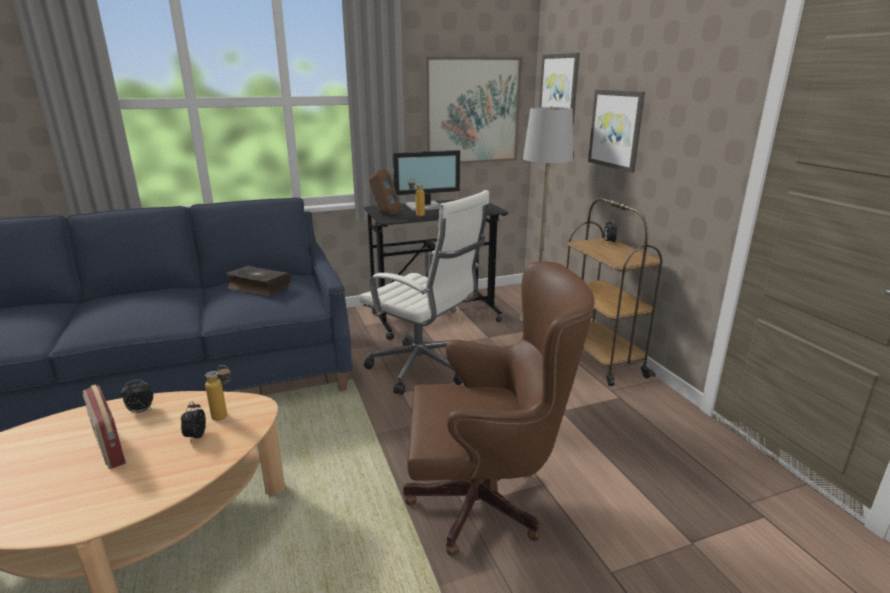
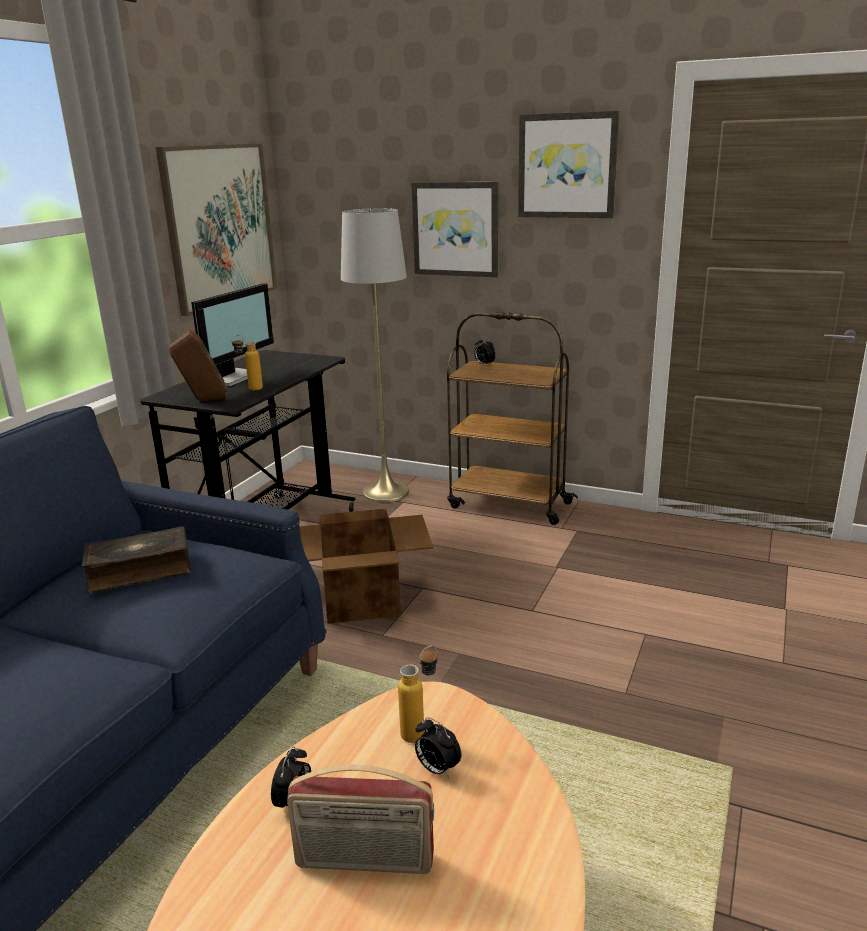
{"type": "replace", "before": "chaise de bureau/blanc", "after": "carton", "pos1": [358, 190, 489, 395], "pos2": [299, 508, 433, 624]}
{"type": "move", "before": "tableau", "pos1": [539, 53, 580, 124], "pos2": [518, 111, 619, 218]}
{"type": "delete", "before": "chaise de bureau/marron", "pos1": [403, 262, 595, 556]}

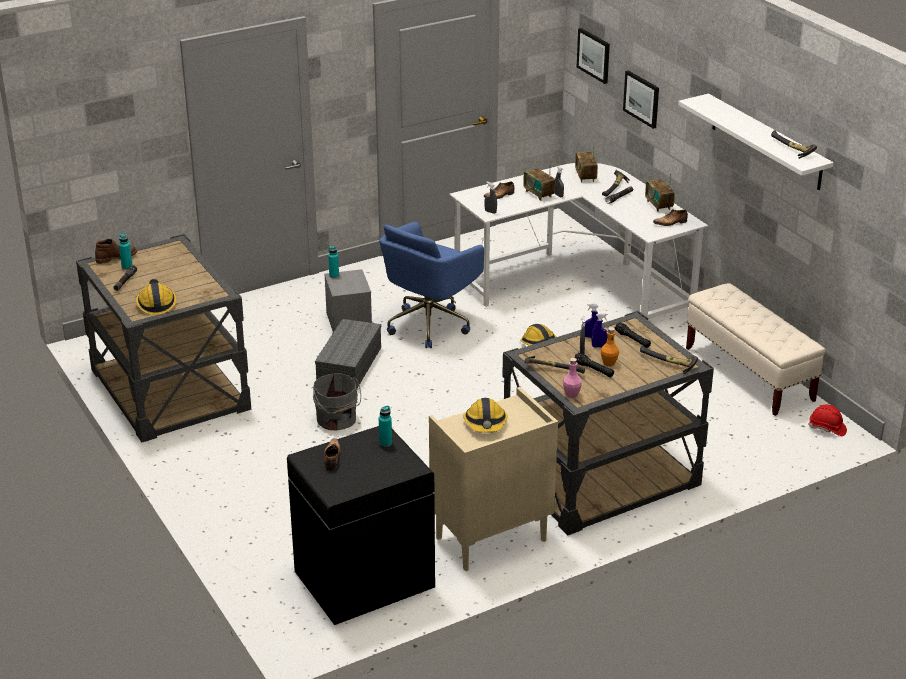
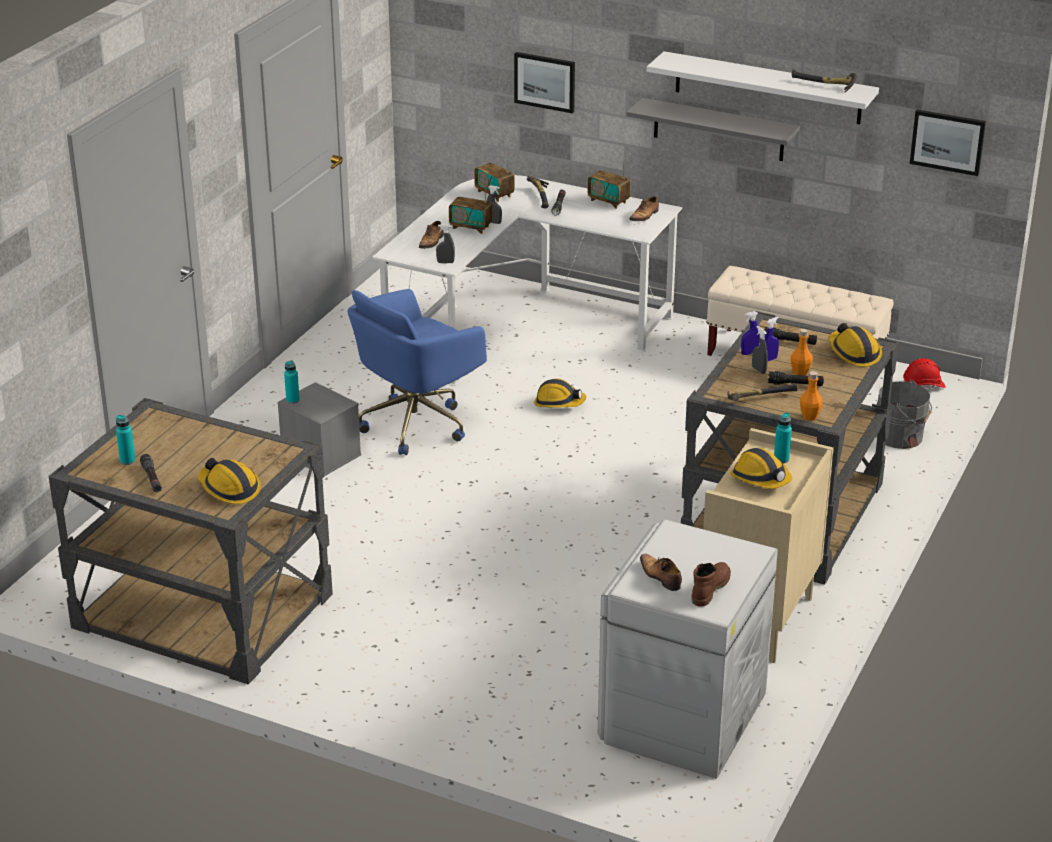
{"type": "rotate", "before": "chaise de bureau/bleu", "pos1": [379, 222, 484, 348], "pos2": [348, 289, 487, 455], "turn": 45}
{"type": "recolor", "before": "lave-linge/noir", "after": "lave-linge/blanc", "pos1": [287, 426, 435, 625], "pos2": [598, 520, 778, 779]}
{"type": "insert", "after": "étagère/gris", "pos2": [626, 98, 800, 161]}
{"type": "move", "before": "botte/marron", "pos1": [95, 239, 137, 264], "pos2": [691, 562, 731, 607]}
{"type": "move", "before": "bouteille/turquoise", "pos1": [379, 406, 392, 447], "pos2": [774, 413, 792, 463]}
{"type": "recolor", "before": "bouteille/rose", "after": "bouteille/orange", "pos1": [563, 358, 582, 398], "pos2": [800, 371, 822, 420]}
{"type": "replace", "before": "marteau", "after": "casque de chantier", "pos1": [640, 345, 698, 374], "pos2": [829, 323, 882, 367]}
{"type": "move", "before": "seau/gris", "pos1": [313, 373, 361, 430], "pos2": [876, 380, 932, 449]}
{"type": "move", "before": "tableau", "pos1": [577, 28, 610, 84], "pos2": [910, 109, 986, 176]}
{"type": "delete", "before": "boîte de rangement/gris", "pos1": [315, 319, 381, 388]}

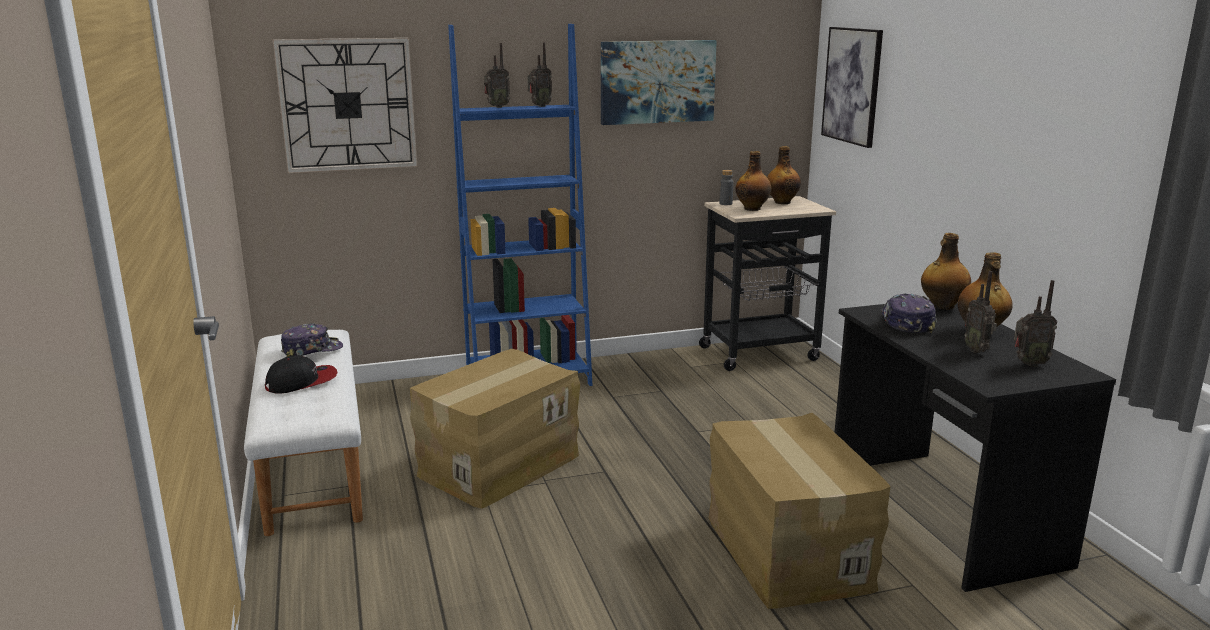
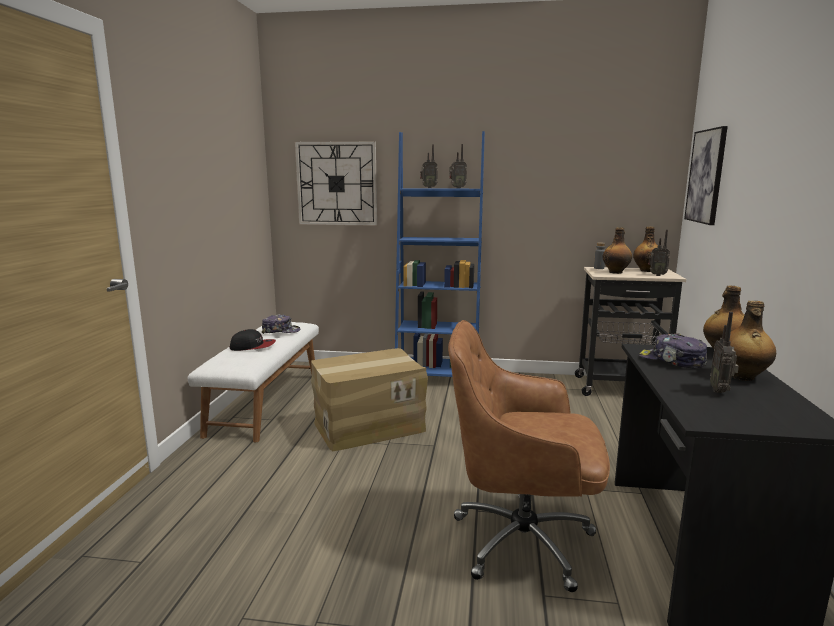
{"type": "replace", "before": "carton", "after": "chaise de bureau/marron", "pos1": [708, 413, 891, 609], "pos2": [448, 320, 610, 592]}
{"type": "rotate", "before": "casquette", "pos1": [882, 294, 937, 334], "pos2": [639, 333, 707, 368], "turn": -75}
{"type": "move", "before": "radio", "pos1": [1014, 280, 1057, 367], "pos2": [648, 230, 670, 276]}
{"type": "delete", "before": "tableau", "pos1": [601, 40, 717, 125]}

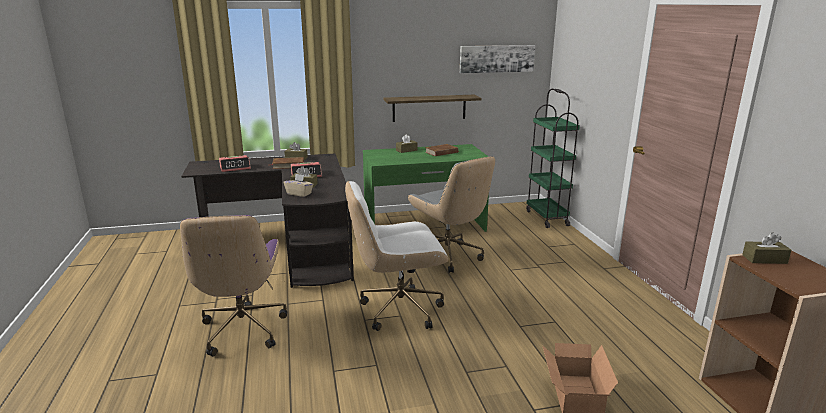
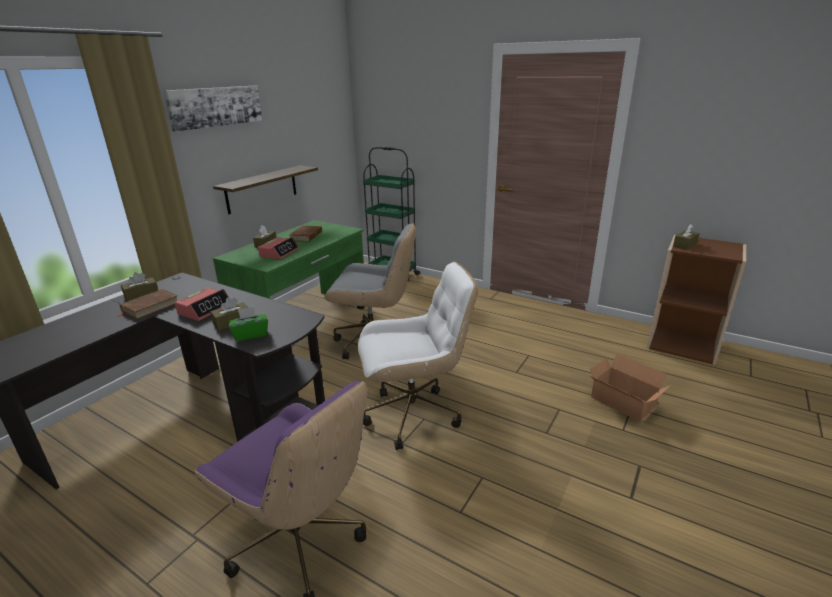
{"type": "move", "before": "tableau", "pos1": [460, 45, 535, 73], "pos2": [164, 86, 262, 132]}
{"type": "recolor", "before": "boîte à mouchoirs/beige", "after": "boîte à mouchoirs/vert", "pos1": [284, 173, 314, 197], "pos2": [229, 307, 268, 341]}
{"type": "move", "before": "réveil", "pos1": [219, 155, 251, 172], "pos2": [258, 237, 299, 259]}
{"type": "rotate", "before": "chaise de bureau/blanc", "pos1": [345, 181, 449, 331], "pos2": [358, 262, 478, 450], "turn": -135}

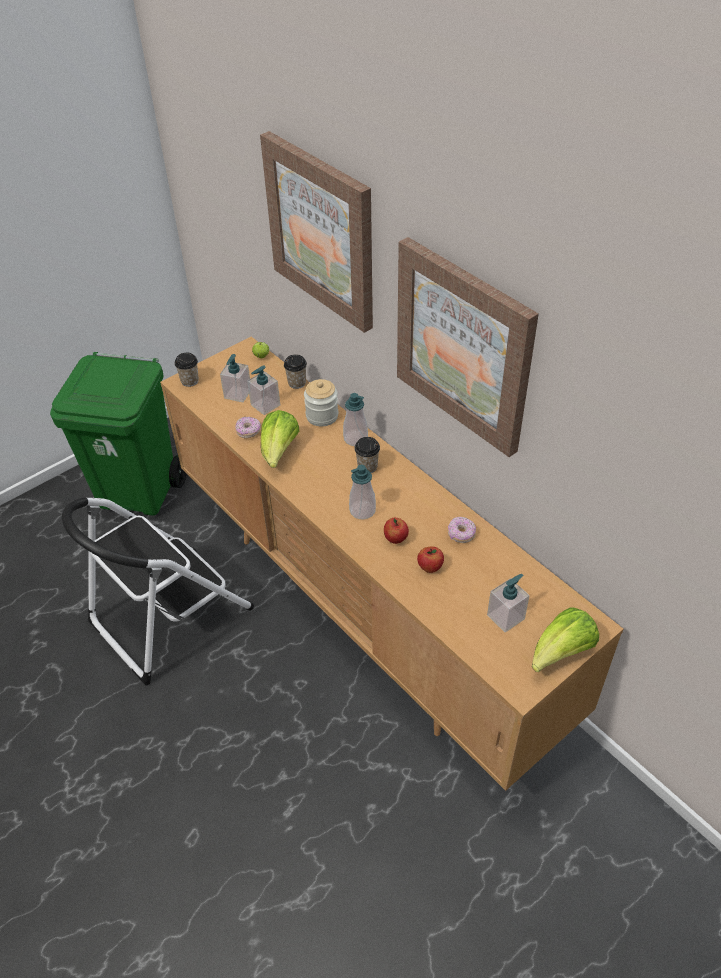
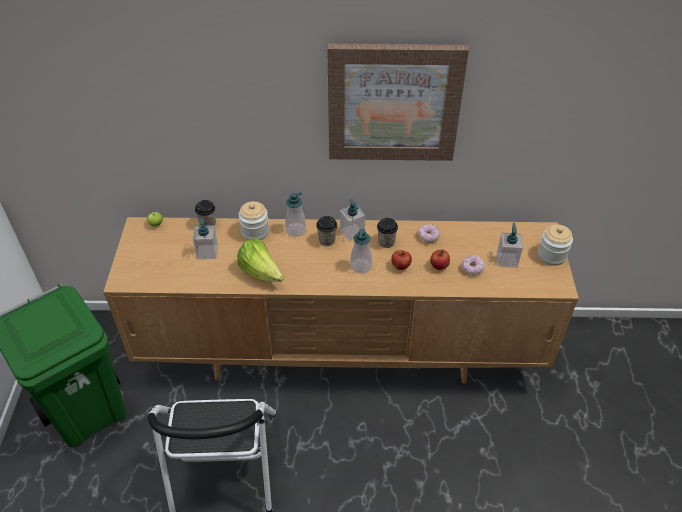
{"type": "move", "before": "distributeur de savon", "pos1": [220, 354, 250, 403], "pos2": [340, 199, 365, 241]}
{"type": "move", "before": "tasse", "pos1": [174, 353, 199, 387], "pos2": [377, 218, 398, 248]}
{"type": "move", "before": "beignet", "pos1": [235, 417, 261, 438], "pos2": [462, 255, 484, 276]}
{"type": "replace", "before": "laitue", "after": "bocal", "pos1": [532, 607, 599, 672], "pos2": [538, 224, 573, 266]}
{"type": "delete", "before": "tableau", "pos1": [260, 131, 373, 333]}

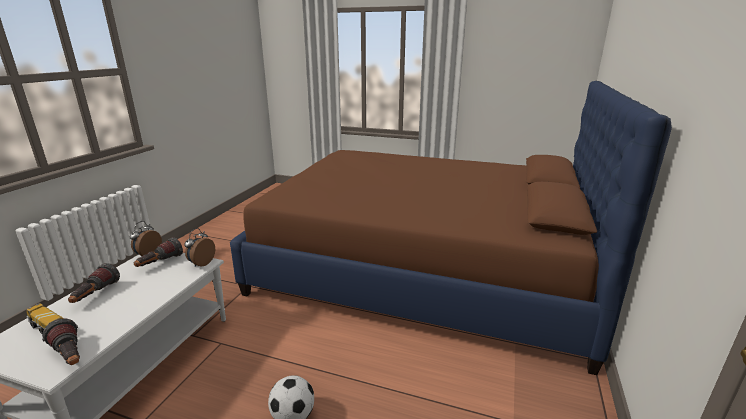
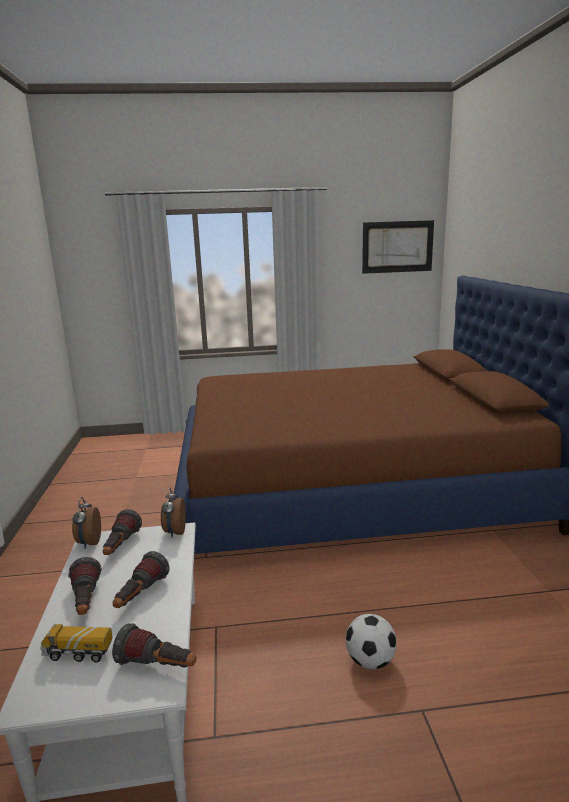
{"type": "insert", "after": "lampe de poche", "pos2": [113, 551, 170, 608]}
{"type": "insert", "after": "tableau", "pos2": [362, 220, 434, 274]}

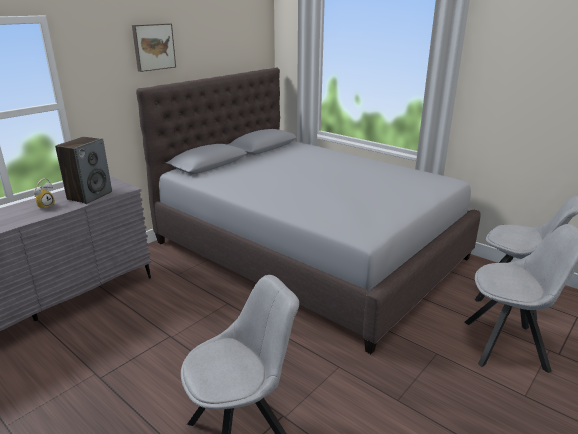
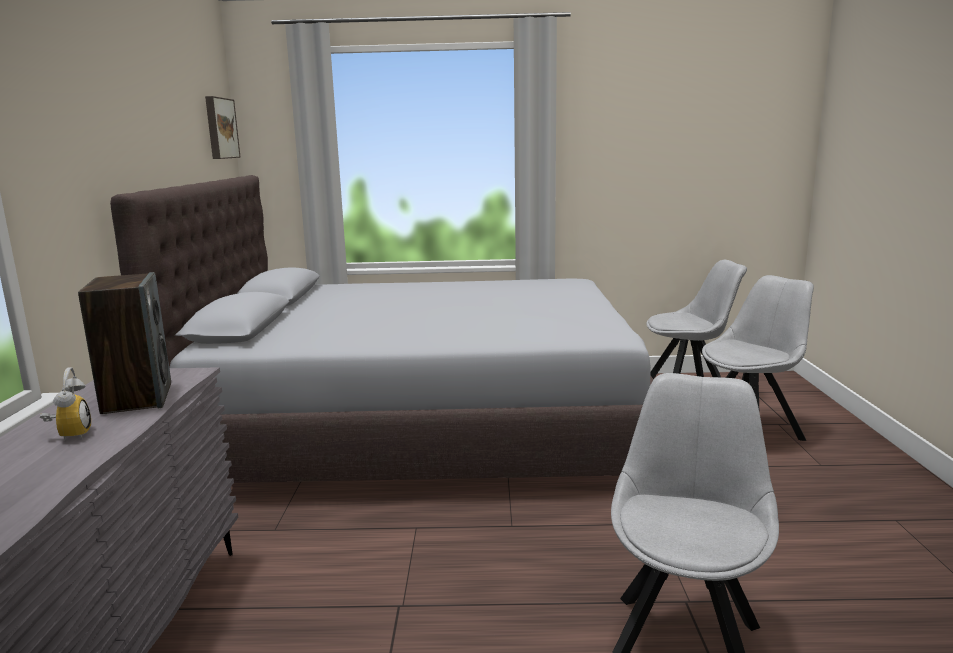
{"type": "move", "before": "tableau", "pos1": [132, 23, 176, 72], "pos2": [205, 96, 241, 159]}

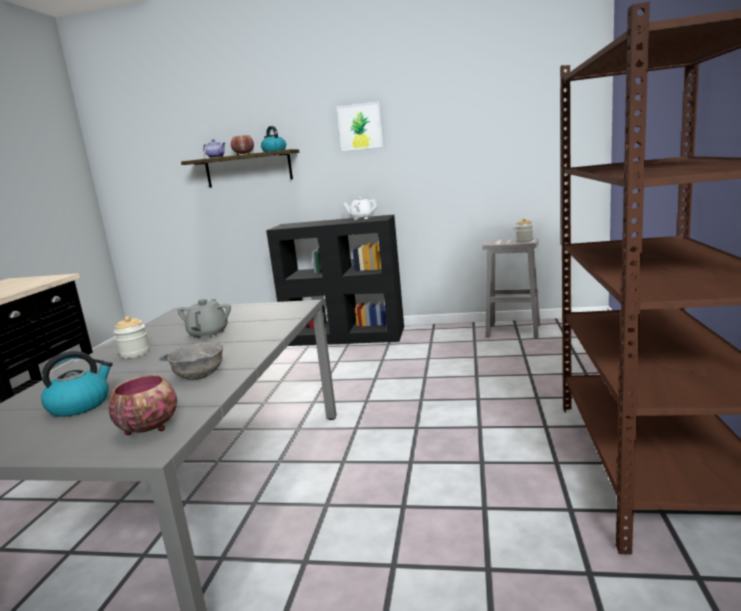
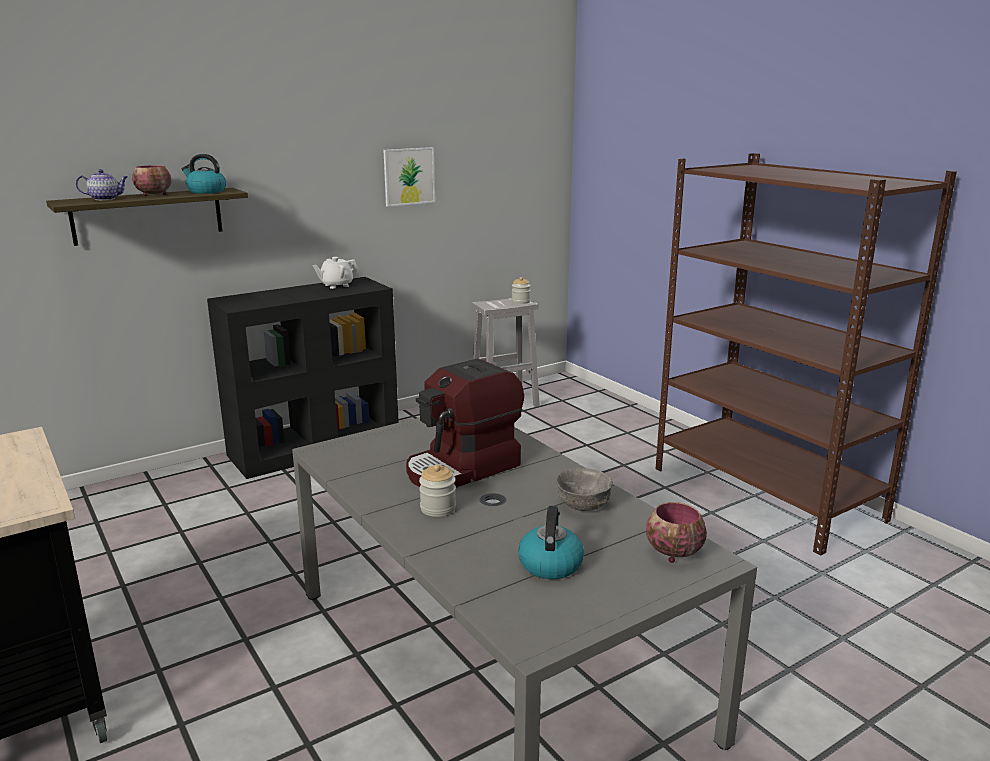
{"type": "move", "before": "tableau", "pos1": [337, 102, 384, 151], "pos2": [383, 147, 435, 207]}
{"type": "replace", "before": "théière/gris", "after": "machine à café", "pos1": [177, 299, 231, 340], "pos2": [406, 359, 524, 488]}

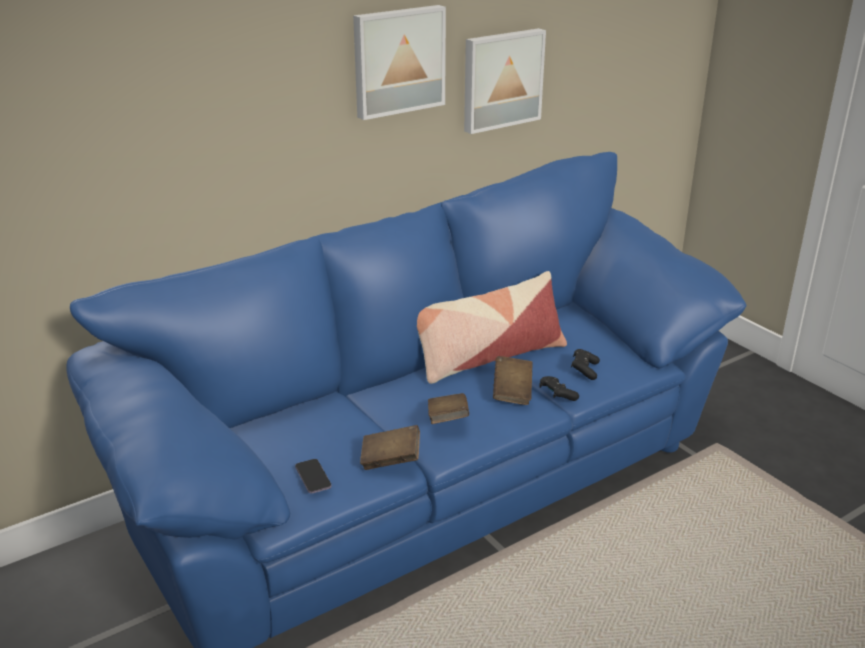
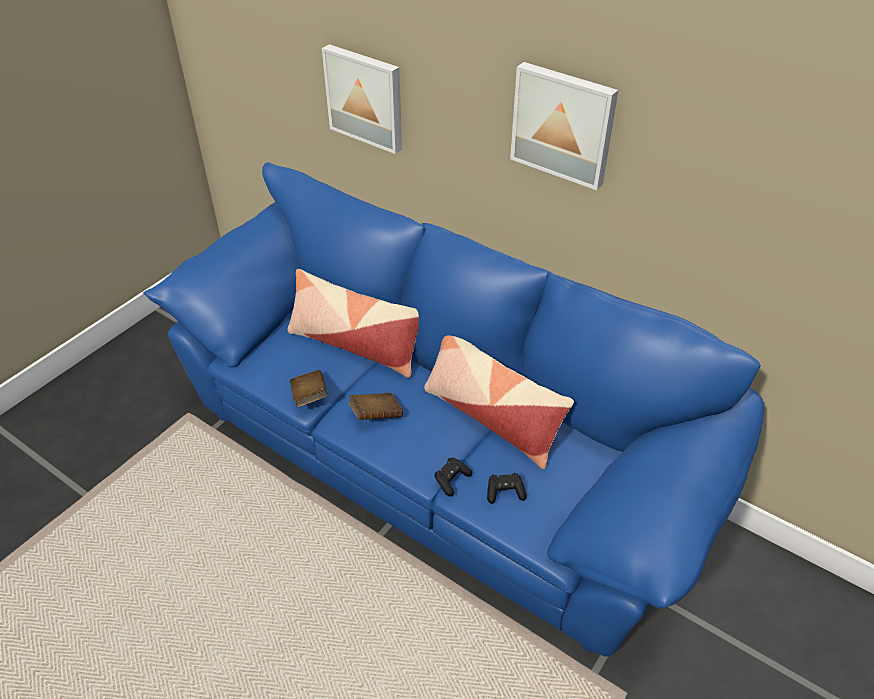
{"type": "insert", "after": "coussin", "pos2": [287, 269, 419, 378]}
{"type": "move", "before": "tableau", "pos1": [464, 28, 546, 134], "pos2": [322, 44, 402, 154]}
{"type": "delete", "before": "téléphone", "pos1": [295, 459, 332, 494]}
{"type": "delete", "before": "livre/marron", "pos1": [493, 356, 533, 405]}

